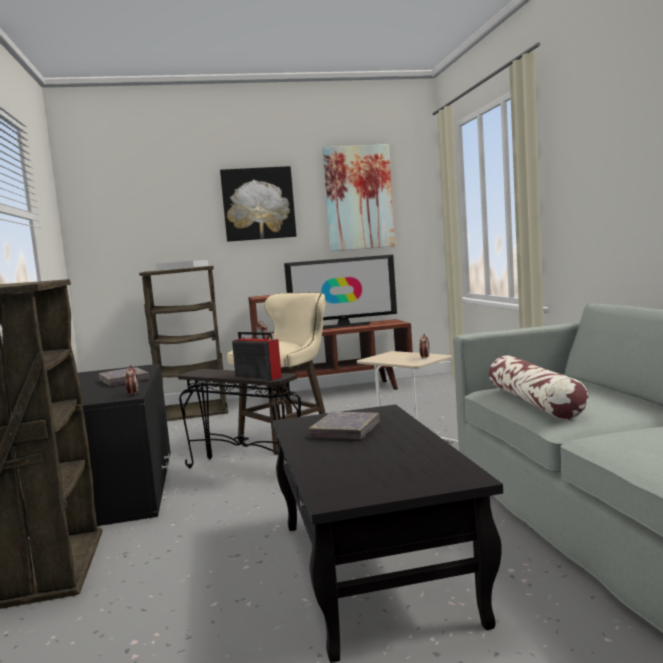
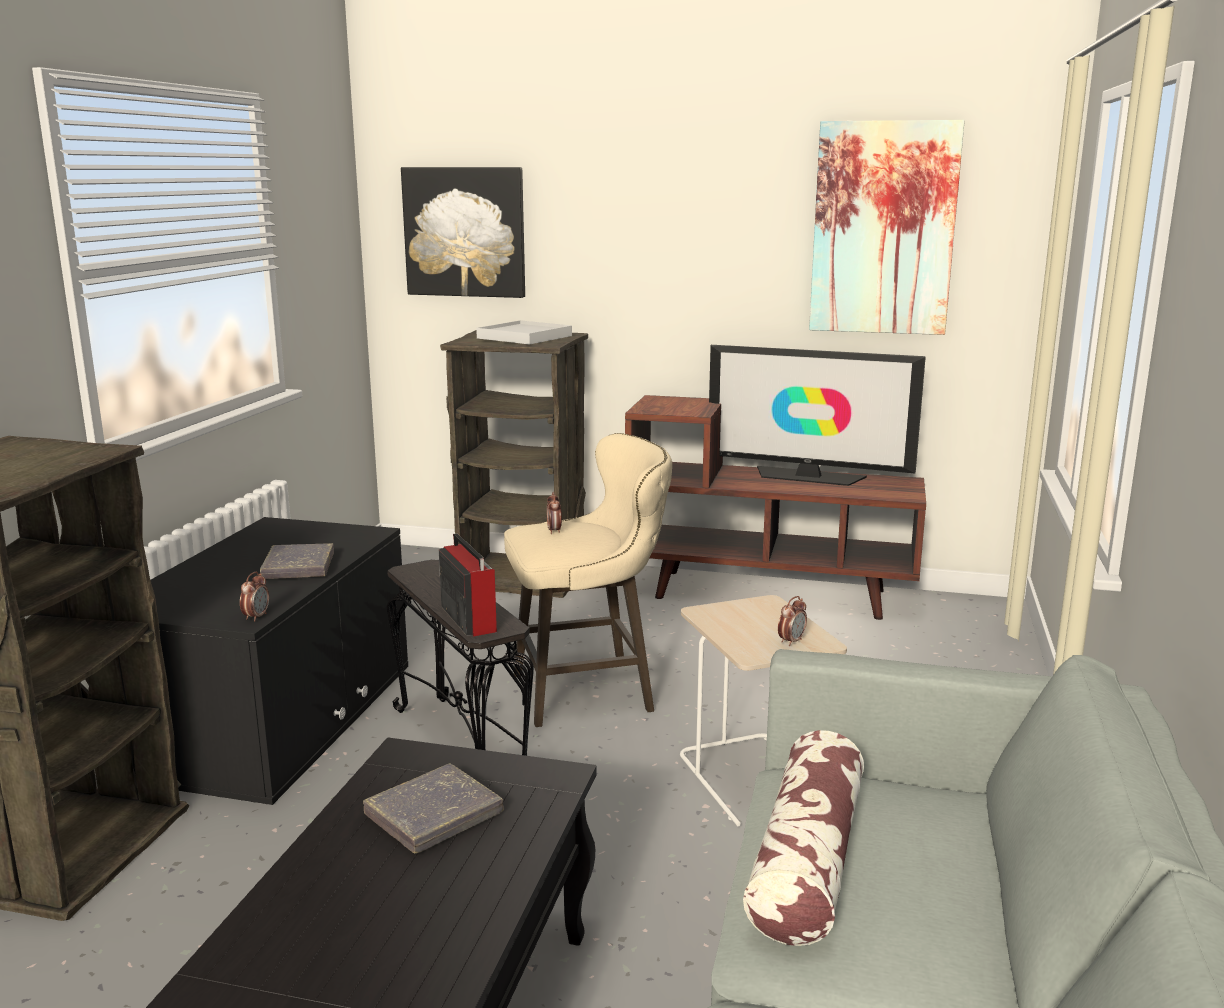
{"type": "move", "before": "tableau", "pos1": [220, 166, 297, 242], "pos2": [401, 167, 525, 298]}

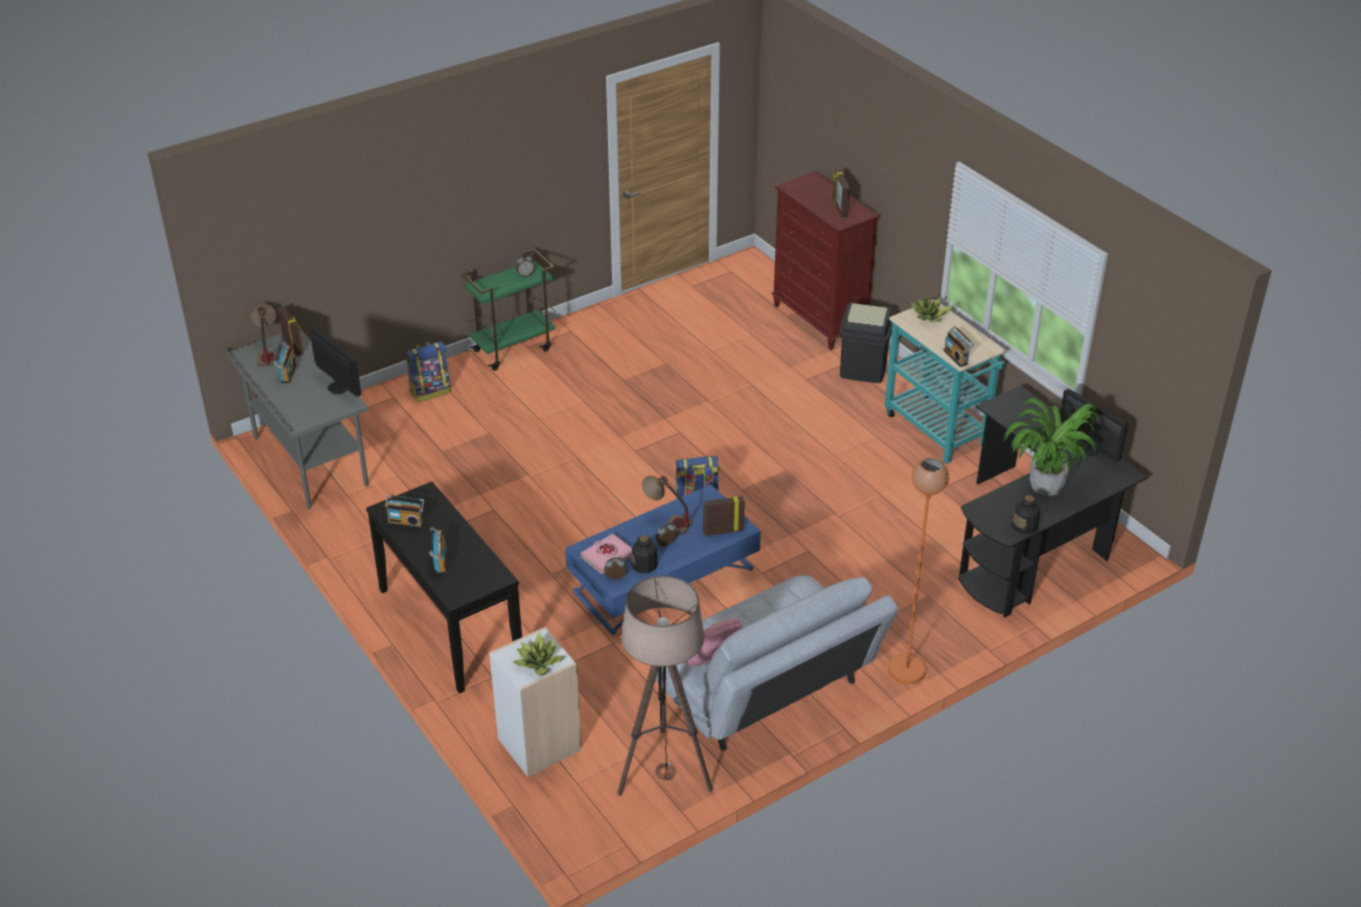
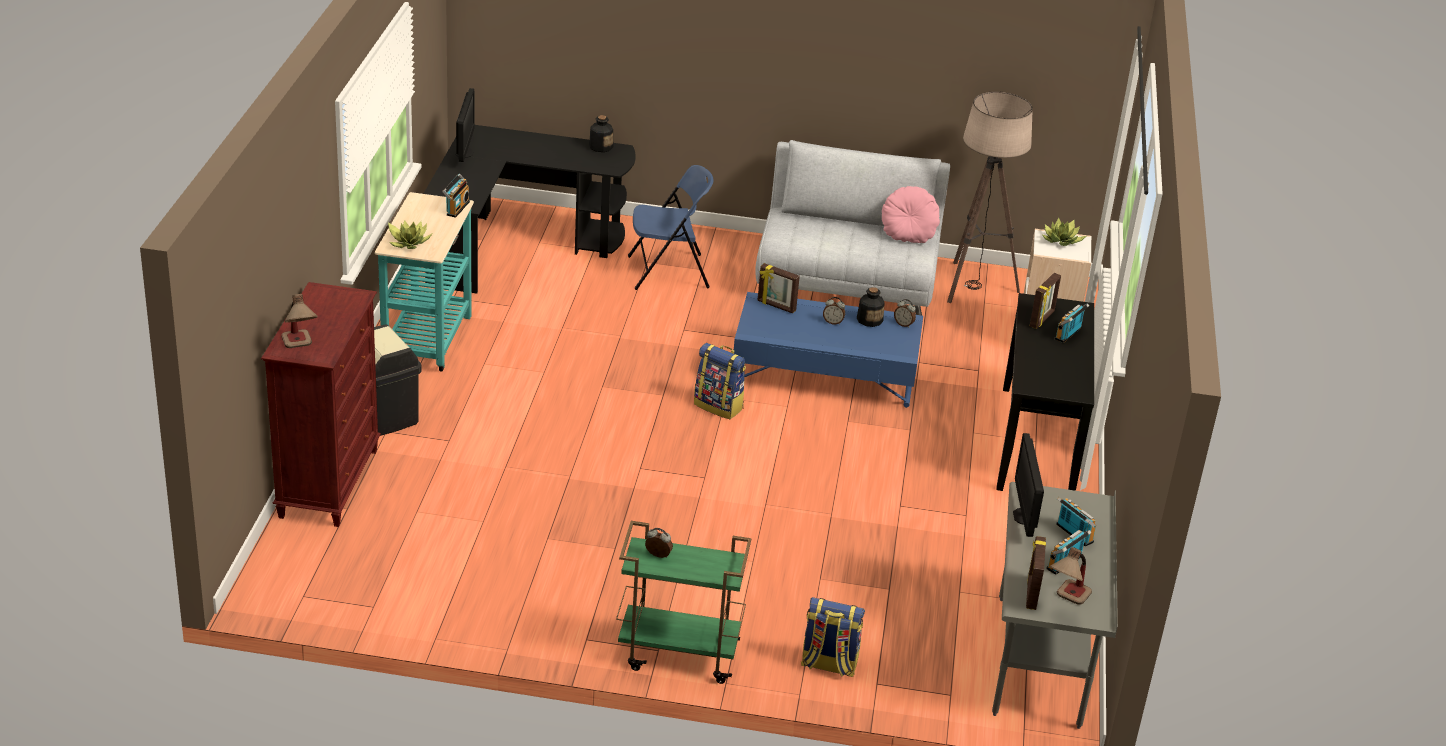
{"type": "move", "before": "lampe de table", "pos1": [642, 476, 692, 534], "pos2": [281, 294, 318, 348]}
{"type": "insert", "after": "chaise/bleu", "pos2": [628, 165, 714, 290]}
{"type": "move", "before": "cadre photo", "pos1": [833, 170, 850, 218], "pos2": [1030, 273, 1061, 329]}
{"type": "move", "before": "radio", "pos1": [385, 495, 424, 529], "pos2": [1056, 497, 1096, 546]}
{"type": "delete", "before": "livre/rose", "pos1": [580, 533, 632, 574]}
{"type": "delete", "before": "lampadaire/orange", "pos1": [888, 458, 949, 684]}
{"type": "delete", "before": "plante en pot", "pos1": [1004, 398, 1098, 496]}

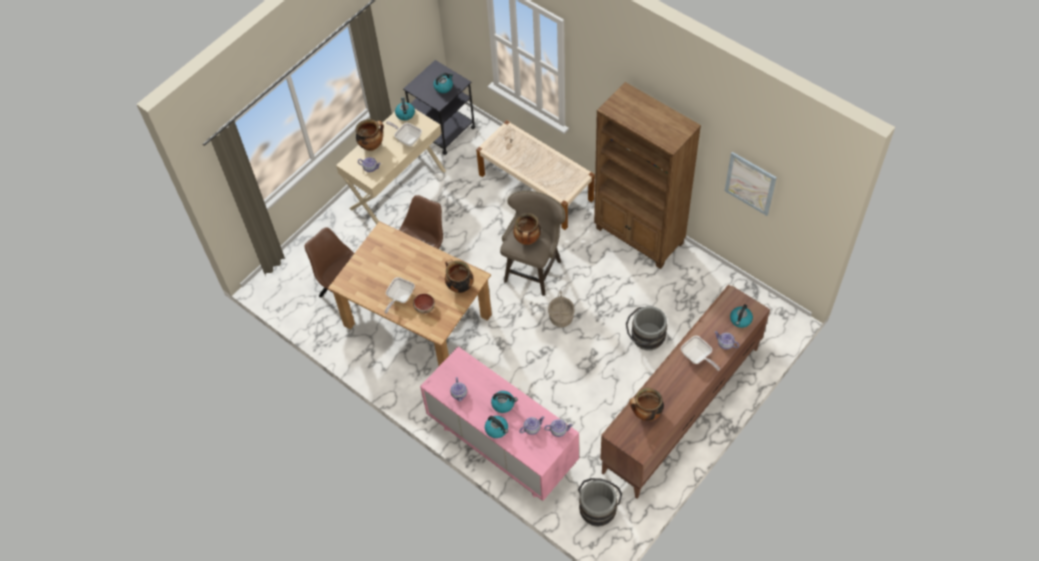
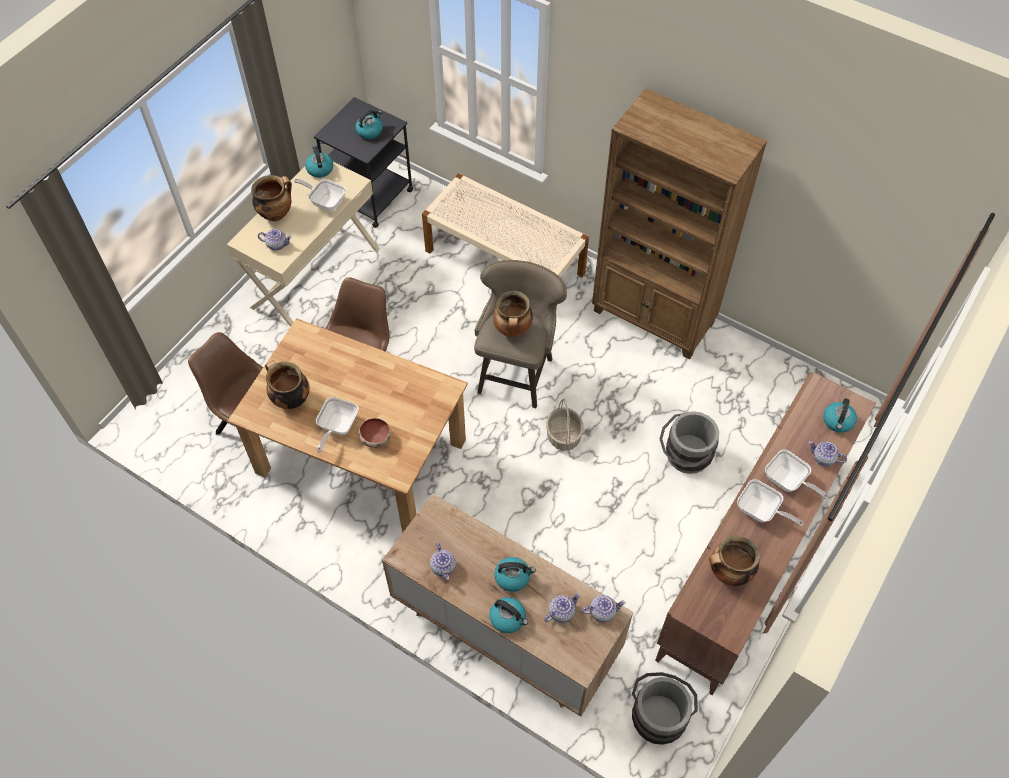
{"type": "move", "before": "marmite", "pos1": [445, 259, 474, 293], "pos2": [265, 360, 309, 409]}
{"type": "recolor", "before": "commode/rose", "after": "commode/vert", "pos1": [420, 346, 579, 501], "pos2": [382, 494, 634, 716]}
{"type": "insert", "after": "poêle", "pos2": [737, 479, 803, 527]}
{"type": "delete", "before": "tableau", "pos1": [725, 152, 777, 216]}

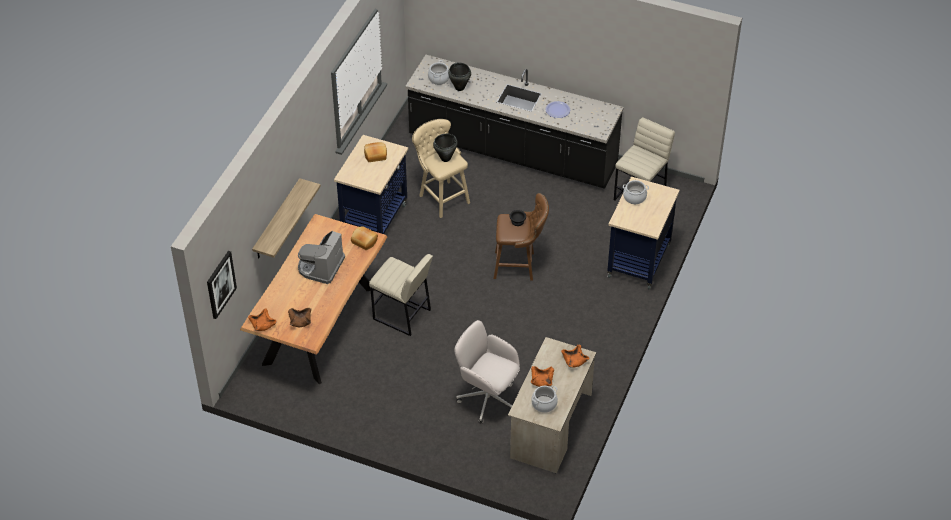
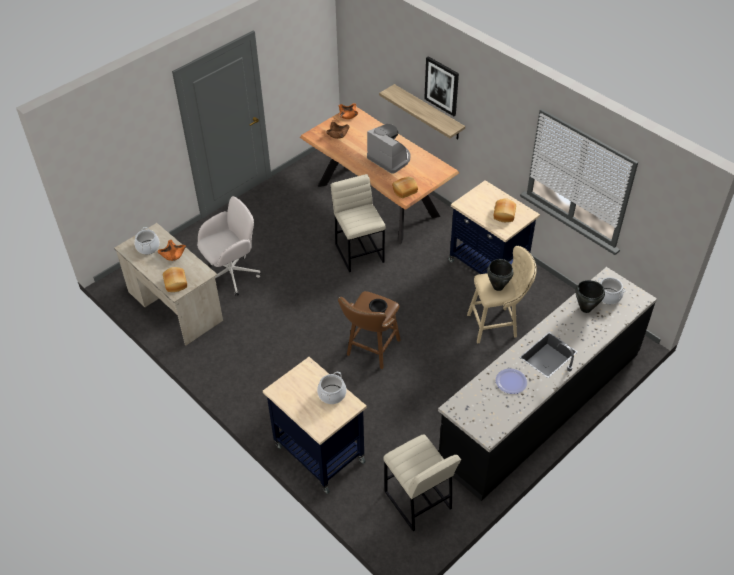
{"type": "replace", "before": "bol/orange", "after": "pain", "pos1": [561, 345, 589, 368], "pos2": [163, 267, 187, 292]}
{"type": "rotate", "before": "chaise/beige", "pos1": [369, 254, 433, 336], "pos2": [331, 174, 386, 272], "turn": 105}
{"type": "move", "before": "tableau", "pos1": [207, 251, 237, 319], "pos2": [424, 56, 459, 116]}

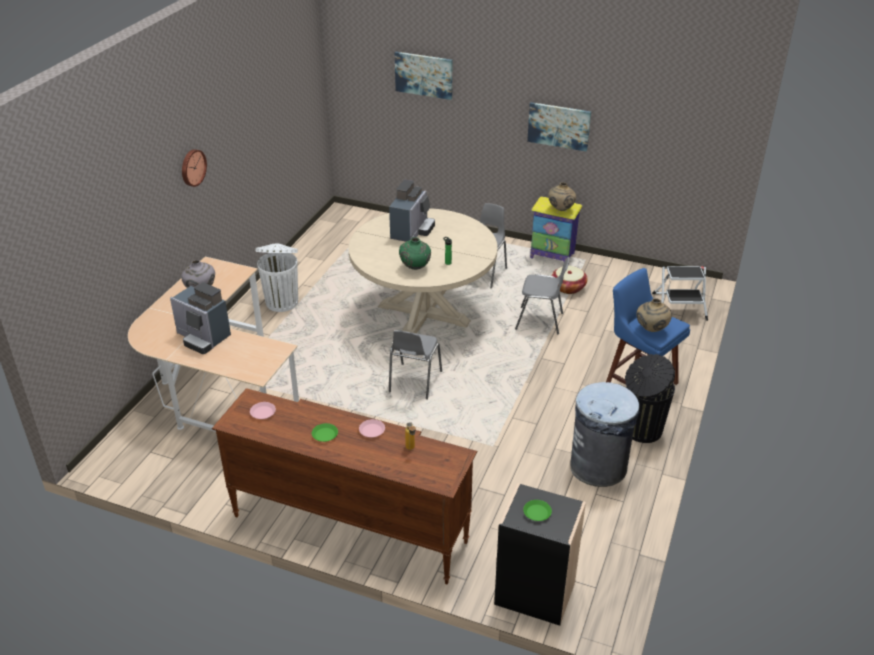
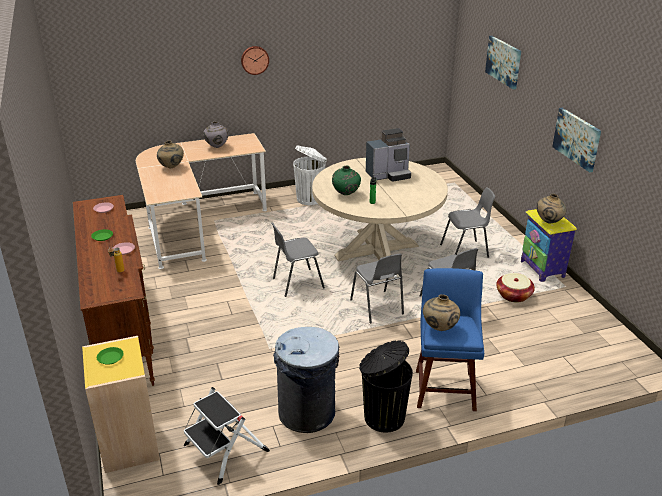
{"type": "recolor", "before": "bibliothèque/noir", "after": "bibliothèque/jaune", "pos1": [494, 483, 586, 626], "pos2": [82, 336, 160, 473]}
{"type": "replace", "before": "machine à café", "after": "vase/beige", "pos1": [170, 282, 231, 354], "pos2": [157, 141, 184, 168]}
{"type": "move", "before": "escabeau", "pos1": [652, 266, 708, 321], "pos2": [184, 387, 270, 485]}
{"type": "insert", "after": "chaise/gris", "pos2": [350, 254, 404, 323]}

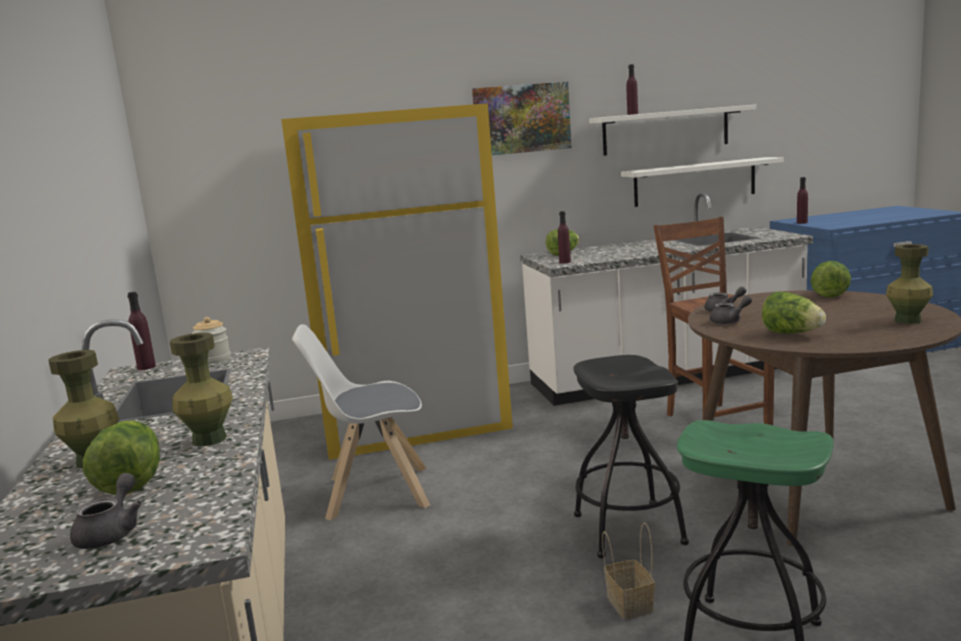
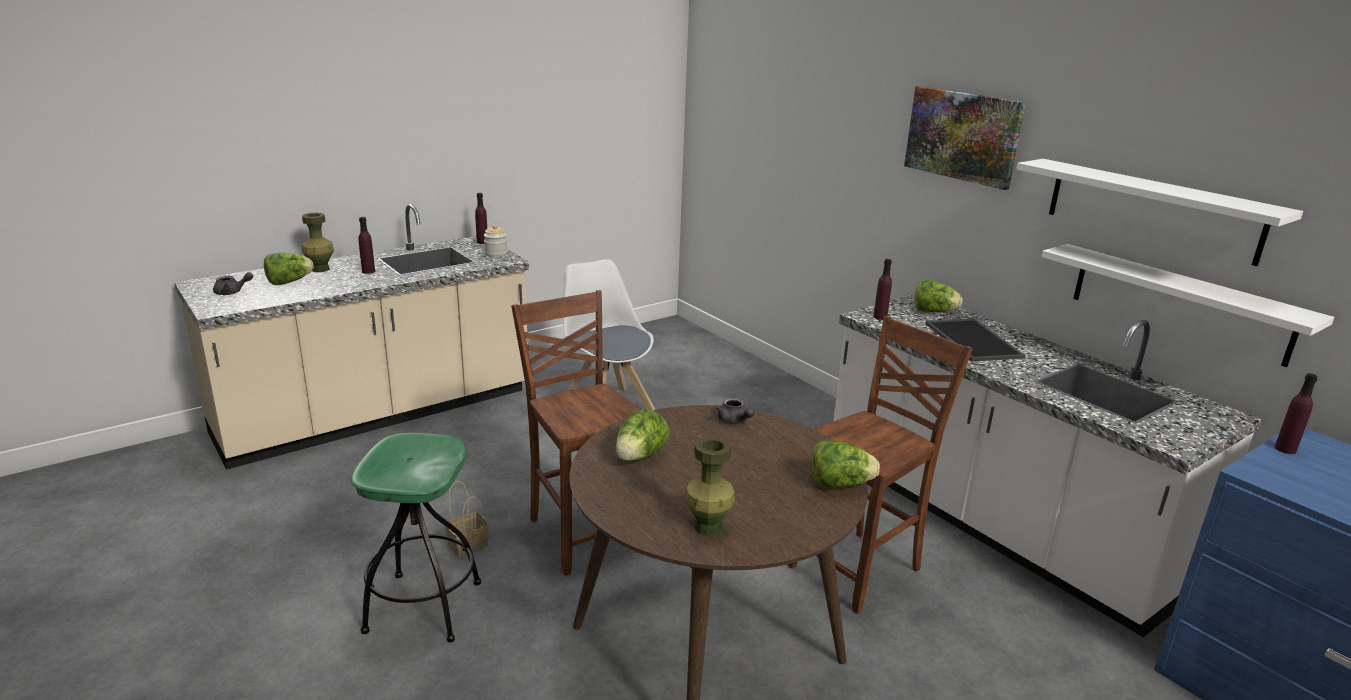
{"type": "move", "before": "bouteille/violet", "pos1": [627, 64, 638, 115], "pos2": [358, 217, 375, 274]}
{"type": "replace", "before": "tabouret/noir", "after": "chaise/marron", "pos1": [573, 355, 689, 558], "pos2": [511, 290, 643, 576]}
{"type": "insert", "after": "plateau", "pos2": [925, 318, 1026, 362]}
{"type": "delete", "before": "vase/vert", "pos1": [170, 333, 233, 446]}
{"type": "delete", "before": "réfrigérateur/jaune", "pos1": [281, 103, 513, 460]}
{"type": "delete", "before": "théière/gris", "pos1": [710, 296, 752, 324]}

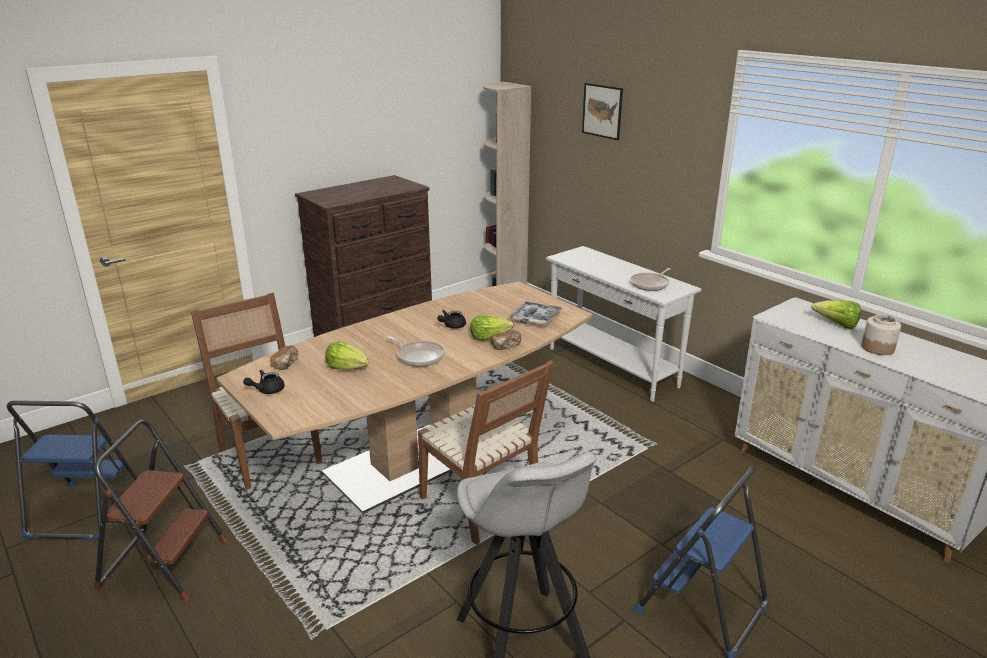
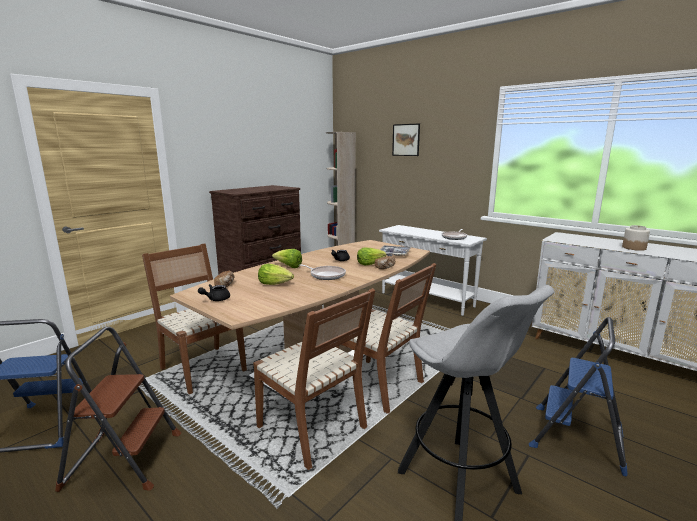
{"type": "insert", "after": "chaise", "pos2": [253, 288, 375, 470]}
{"type": "move", "before": "laitue", "pos1": [811, 300, 861, 329], "pos2": [272, 249, 302, 268]}

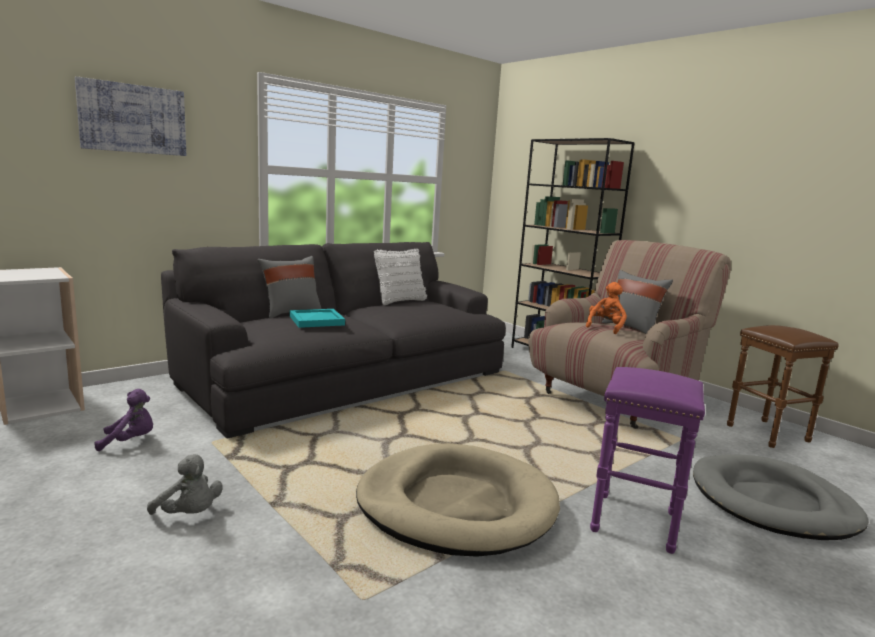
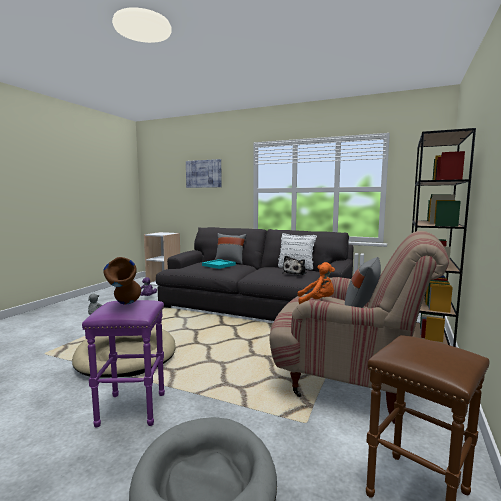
{"type": "insert", "after": "vase/marron", "pos2": [103, 257, 141, 305]}
{"type": "insert", "after": "peluche", "pos2": [282, 256, 307, 275]}

